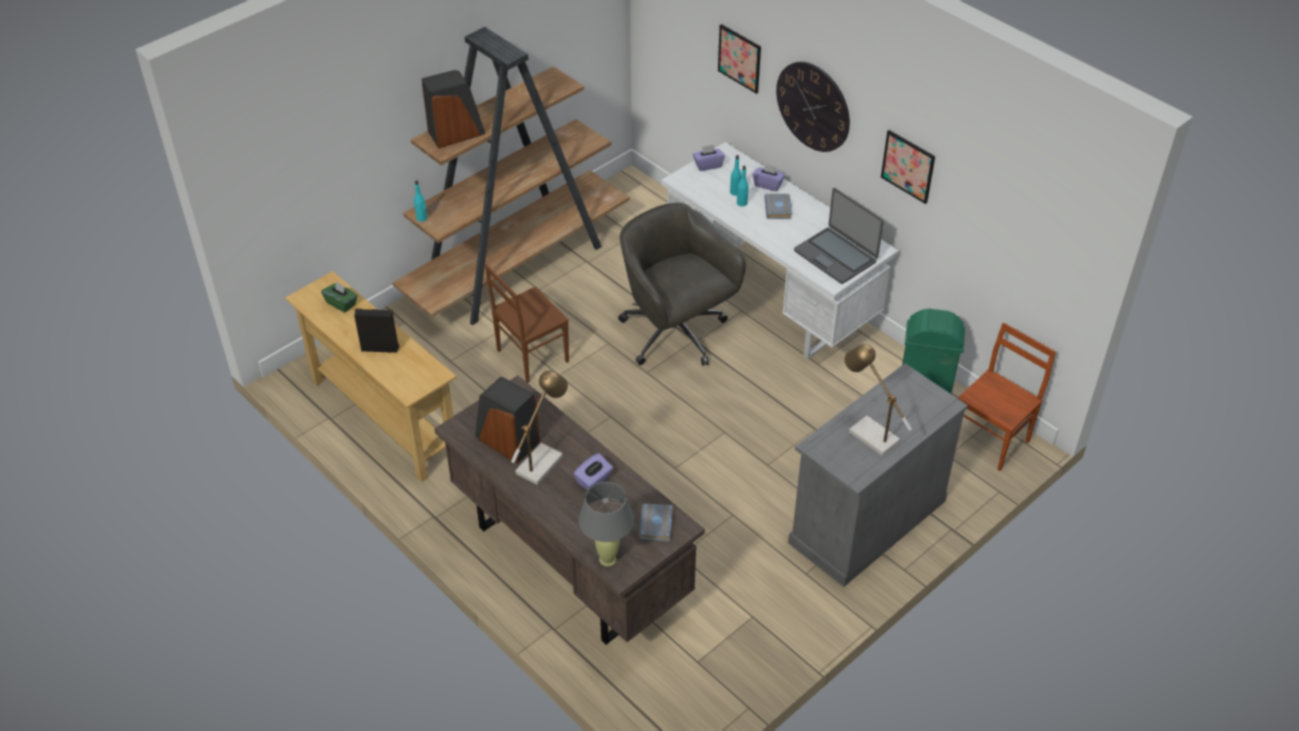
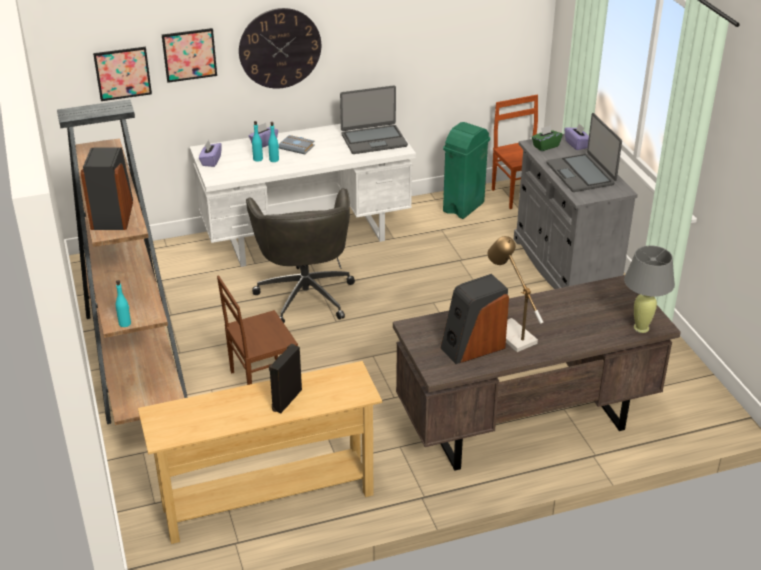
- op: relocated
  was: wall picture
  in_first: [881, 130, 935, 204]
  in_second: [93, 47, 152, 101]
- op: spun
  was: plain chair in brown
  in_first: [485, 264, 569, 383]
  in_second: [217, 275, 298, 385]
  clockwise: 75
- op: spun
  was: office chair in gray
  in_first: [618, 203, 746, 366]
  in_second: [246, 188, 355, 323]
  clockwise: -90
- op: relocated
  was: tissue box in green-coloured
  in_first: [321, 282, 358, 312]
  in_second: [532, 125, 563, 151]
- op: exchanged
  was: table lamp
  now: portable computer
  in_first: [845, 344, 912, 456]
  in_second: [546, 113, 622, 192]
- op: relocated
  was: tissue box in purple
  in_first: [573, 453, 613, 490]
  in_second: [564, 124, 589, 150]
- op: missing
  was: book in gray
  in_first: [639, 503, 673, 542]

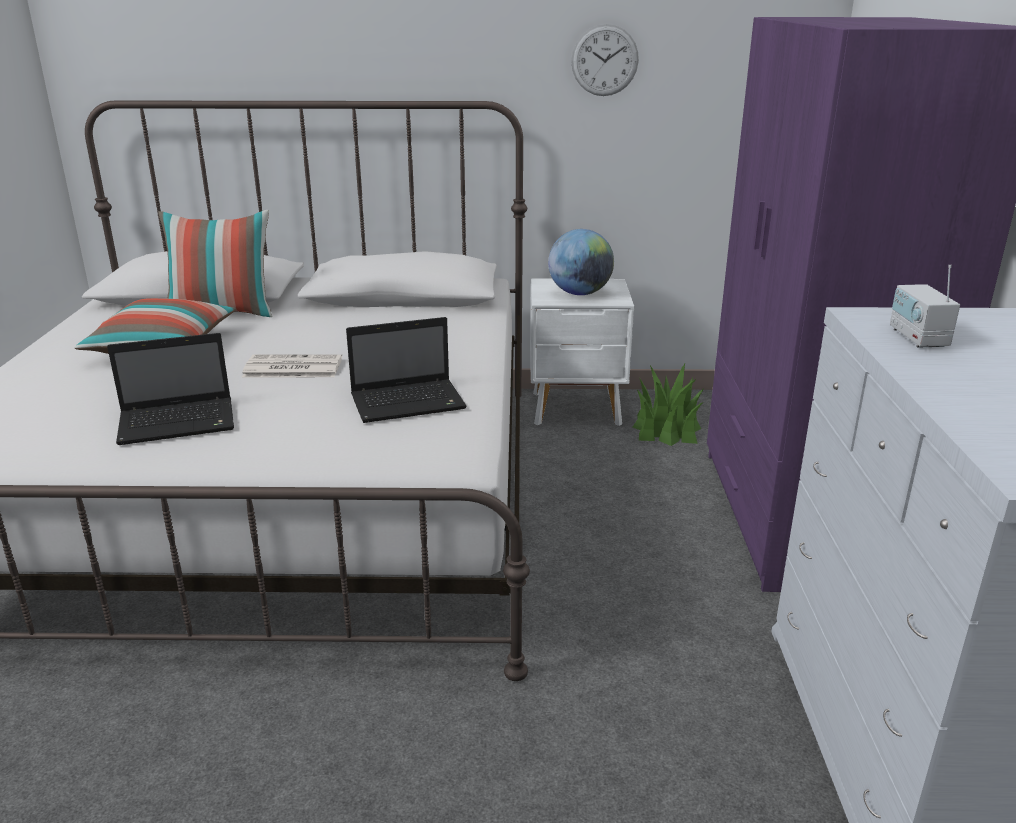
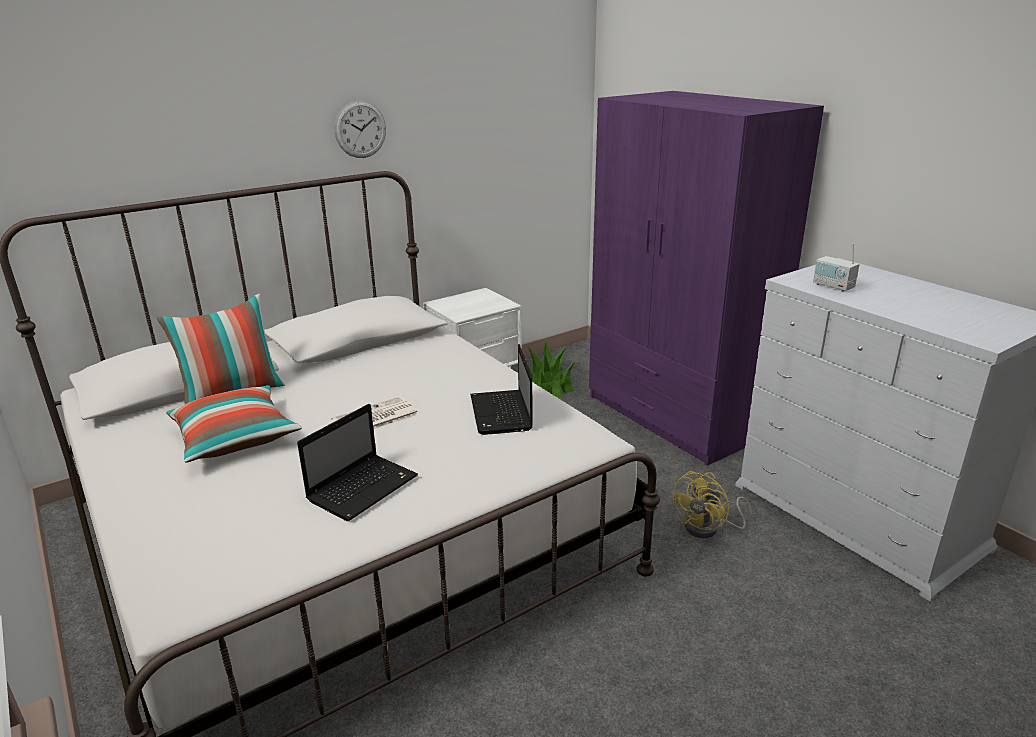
- op: relocated
  was: hanging clock
  in_first: [571, 24, 639, 96]
  in_second: [334, 101, 386, 158]
- op: spun
  was: portable computer
  in_first: [346, 317, 467, 423]
  in_second: [470, 344, 533, 435]
  clockwise: 135
- op: appeared
  now: fan in yellow-coloured
  in_second: [671, 471, 752, 538]
- op: missing
  was: desk globe
  in_first: [548, 229, 614, 295]

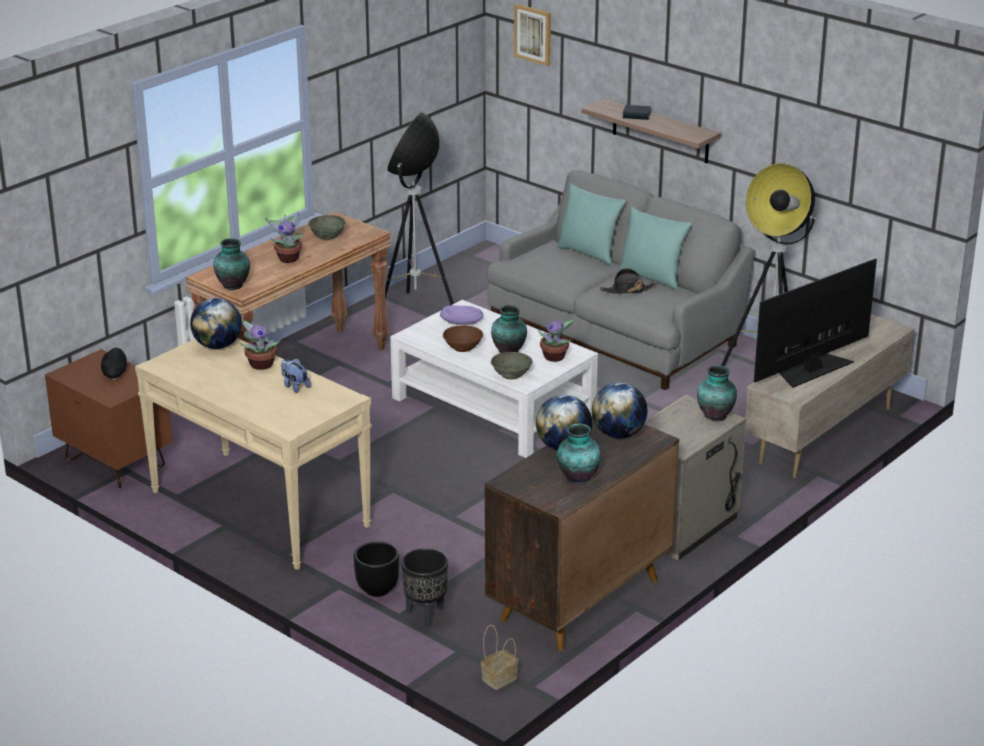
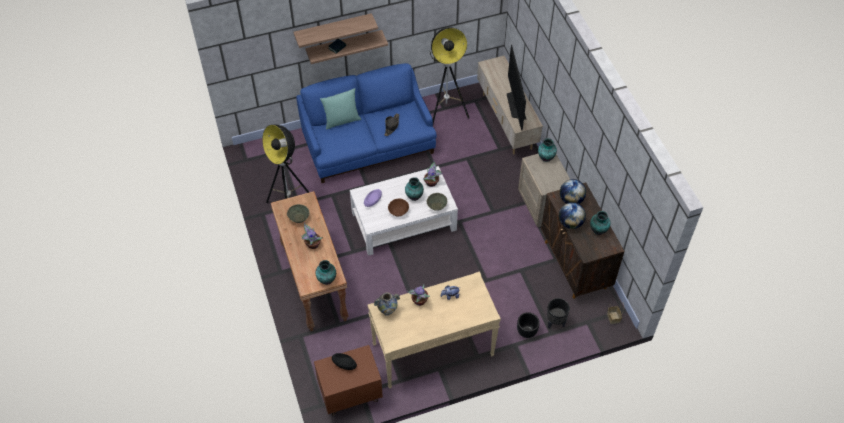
- op: appeared
  now: bracket shelf
  in_second: [293, 13, 378, 48]
- op: colour
  was: couch in gray
  now: couch in bluish
  in_first: [487, 170, 754, 390]
  in_second: [296, 63, 437, 183]
- op: exchanged
  was: desk globe
  now: decorative vase
  in_first: [190, 298, 242, 349]
  in_second: [374, 292, 400, 316]
- op: missing
  was: wall picture
  in_first: [514, 4, 551, 66]
- op: missing
  was: throw pillow in blue-green
  in_first: [618, 207, 692, 290]

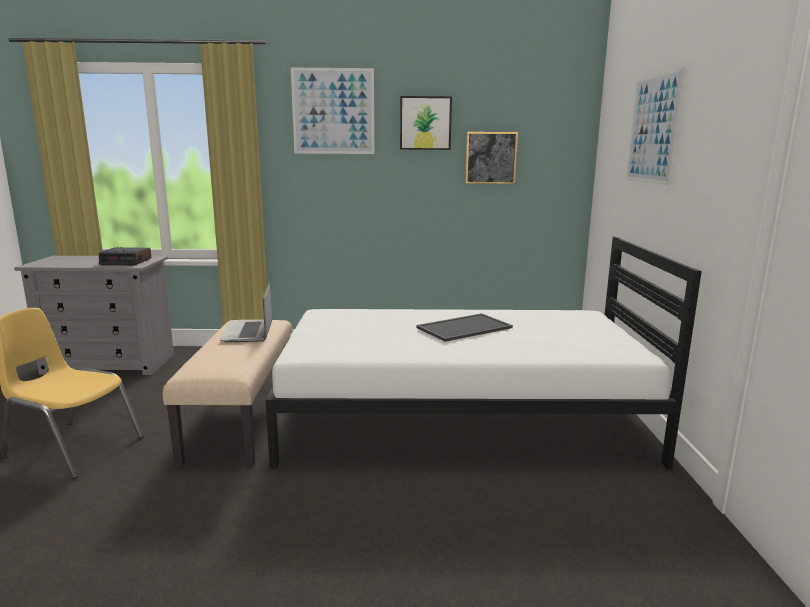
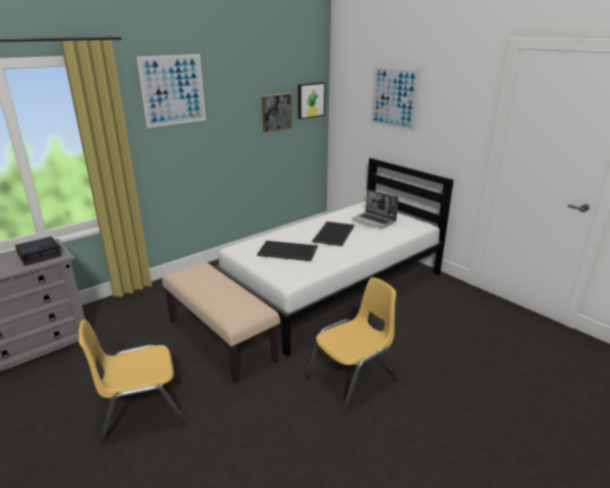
- op: appeared
  now: serving tray
  in_second: [257, 241, 318, 261]
- op: relocated
  was: wall picture
  in_first: [400, 96, 452, 150]
  in_second: [298, 82, 325, 119]
- op: appeared
  now: plain chair in yellow-coloured
  in_second: [305, 277, 398, 412]
- op: relocated
  was: portable computer
  in_first: [220, 283, 272, 342]
  in_second: [352, 189, 398, 228]

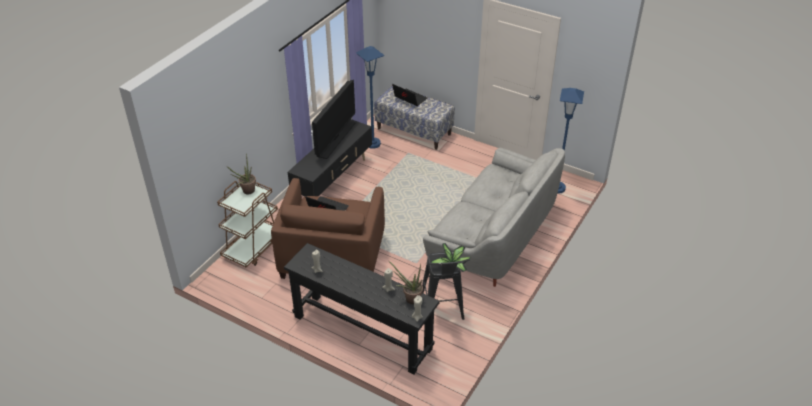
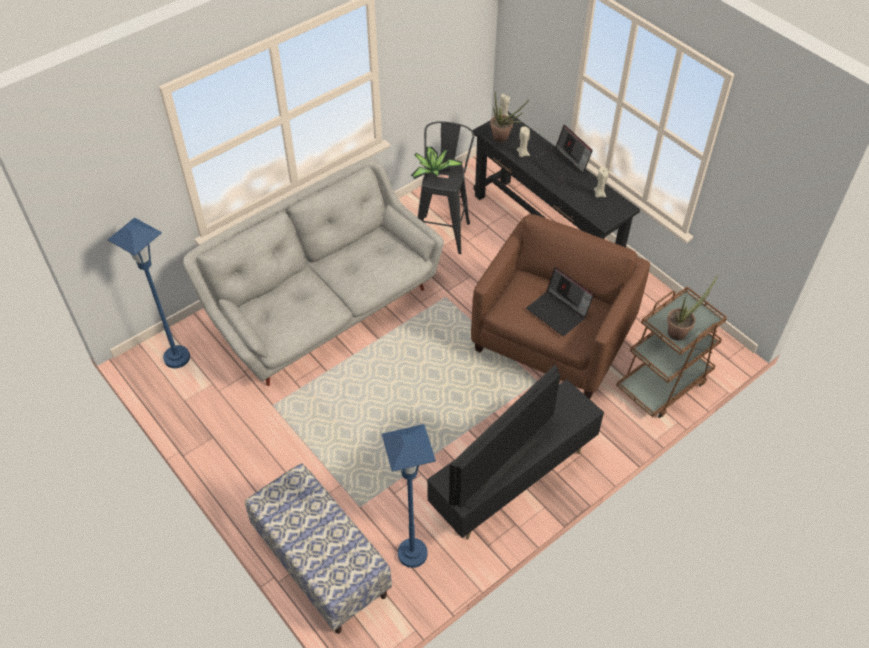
- op: relocated
  was: portable computer
  in_first: [392, 84, 428, 106]
  in_second: [533, 125, 593, 185]

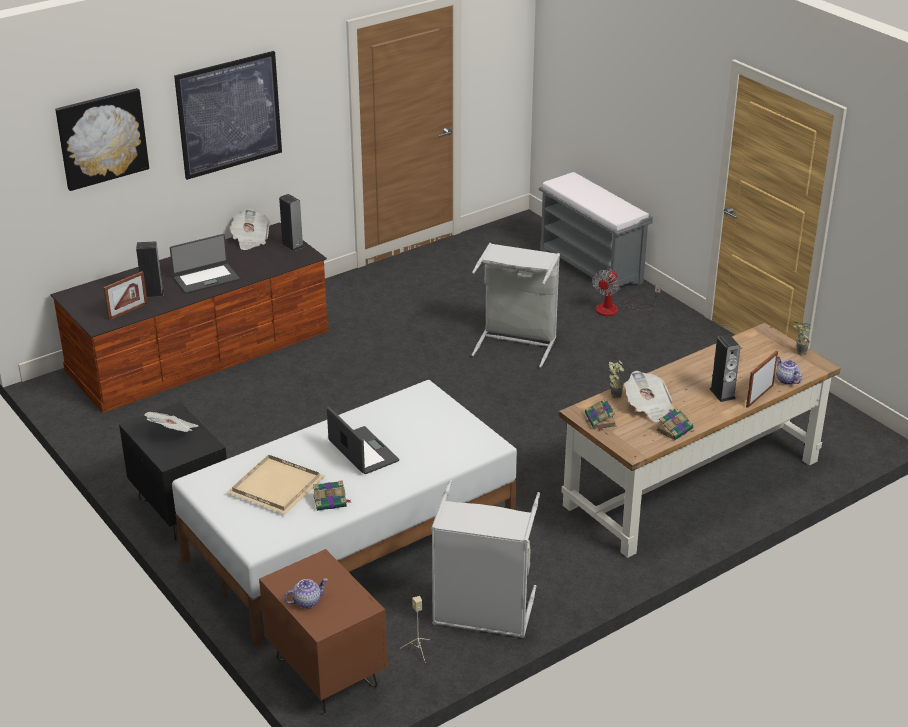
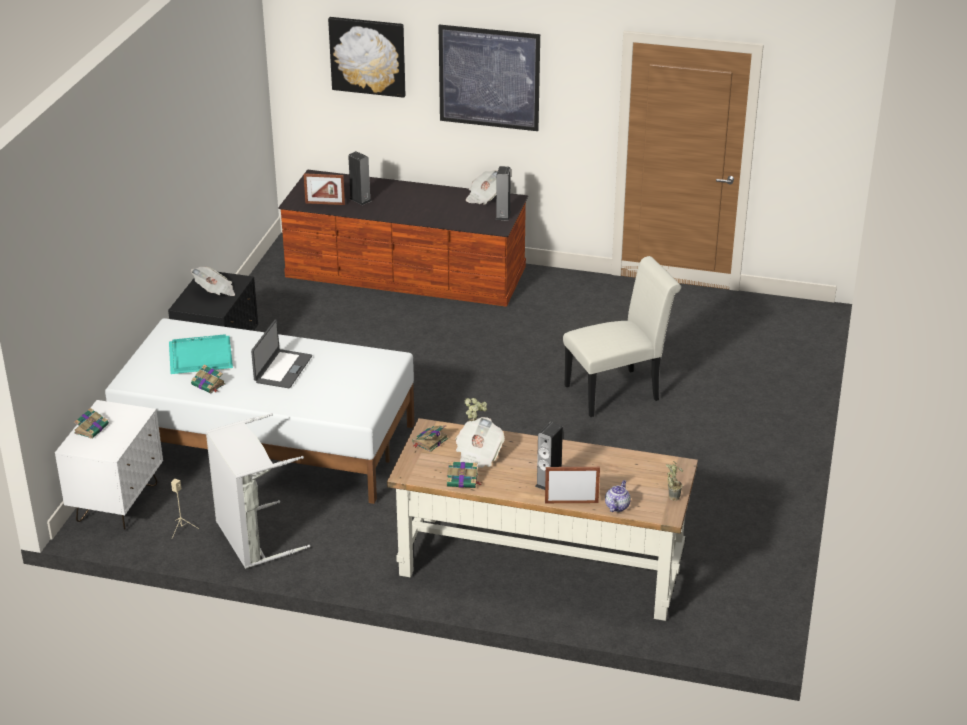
- op: colour
  was: nightstand in brown
  now: nightstand in whitish
  in_first: [259, 549, 387, 713]
  in_second: [55, 400, 163, 530]
- op: exchanged
  was: tea pot
  now: book
  in_first: [284, 578, 328, 608]
  in_second: [74, 408, 109, 439]
- op: colour
  was: serving tray in sand-coloured
  now: serving tray in blue-green
  in_first: [227, 455, 325, 514]
  in_second: [169, 334, 233, 374]
- op: exchanged
  was: hamper in gray
  now: plain chair in whitish
  in_first: [472, 243, 560, 368]
  in_second: [563, 256, 681, 417]
- op: missing
  was: portable computer
  in_first: [170, 234, 240, 294]
- op: missing
  was: bench in gray
  in_first: [539, 172, 653, 295]
- op: missing
  was: fan
  in_first: [592, 270, 661, 316]

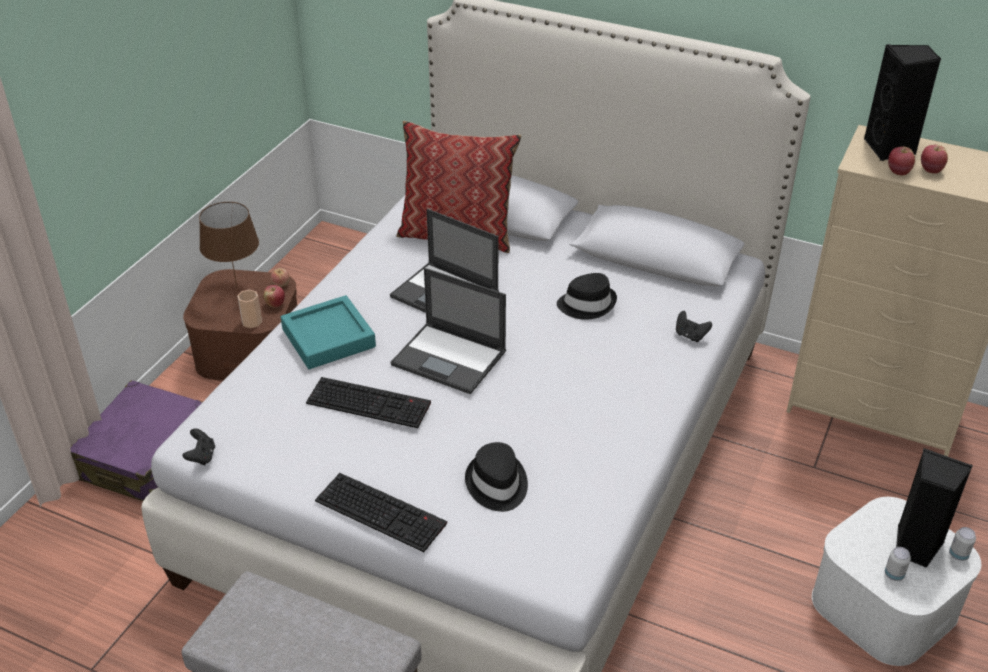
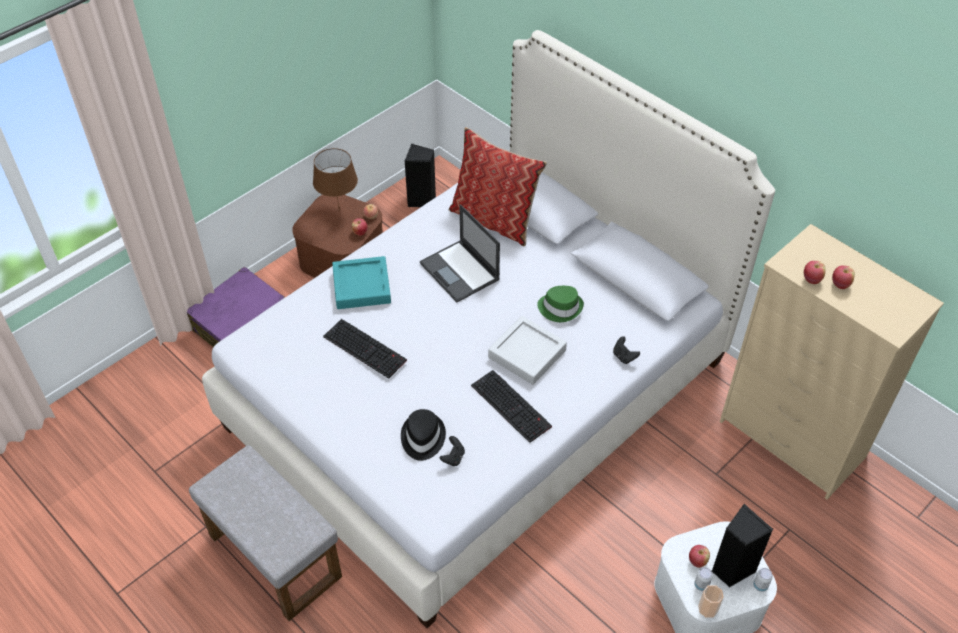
- op: relocated
  was: speaker in black
  in_first: [864, 44, 941, 161]
  in_second: [405, 144, 436, 207]
- op: relocated
  was: gamepad in black
  in_first: [183, 428, 215, 465]
  in_second: [440, 436, 465, 466]
- op: relocated
  was: computer keyboard
  in_first: [315, 473, 447, 552]
  in_second: [471, 370, 552, 443]
- op: appeared
  now: serving tray in gray
  in_second: [488, 316, 567, 385]
- op: colour
  was: wearable hat in black
  now: wearable hat in green-coloured
  in_first: [557, 273, 617, 320]
  in_second: [537, 286, 584, 322]
- op: appeared
  now: apple
  in_second: [689, 545, 710, 568]
- op: relocated
  was: small cup
  in_first: [237, 290, 262, 328]
  in_second: [698, 585, 724, 618]
- op: missing
  was: portable computer
  in_first: [390, 268, 506, 394]

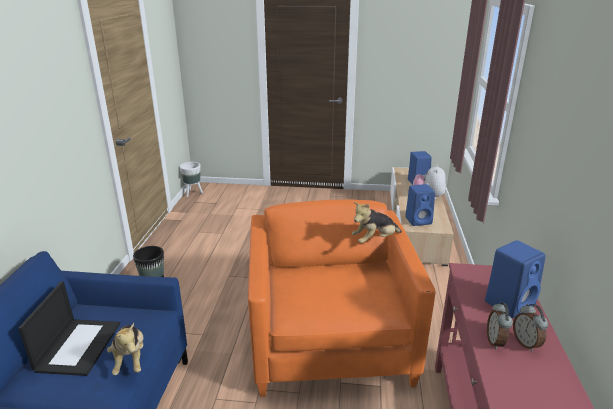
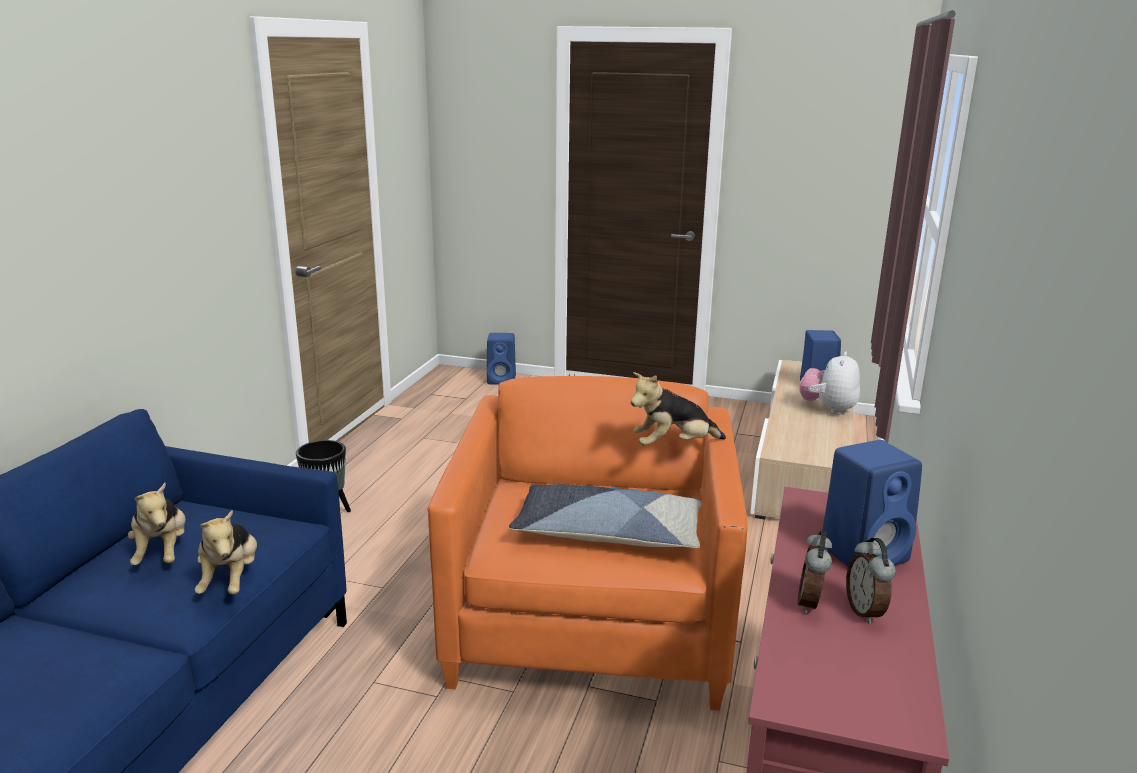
- op: exchanged
  was: portable computer
  now: cuddly toy
  in_first: [18, 281, 120, 376]
  in_second: [128, 483, 186, 565]
- op: relocated
  was: speaker in bluish
  in_first: [405, 184, 435, 226]
  in_second: [487, 333, 516, 384]
- op: appeared
  now: throw pillow
  in_second: [509, 484, 702, 548]
- op: missing
  was: plant pot in whitish
  in_first: [180, 162, 203, 197]

